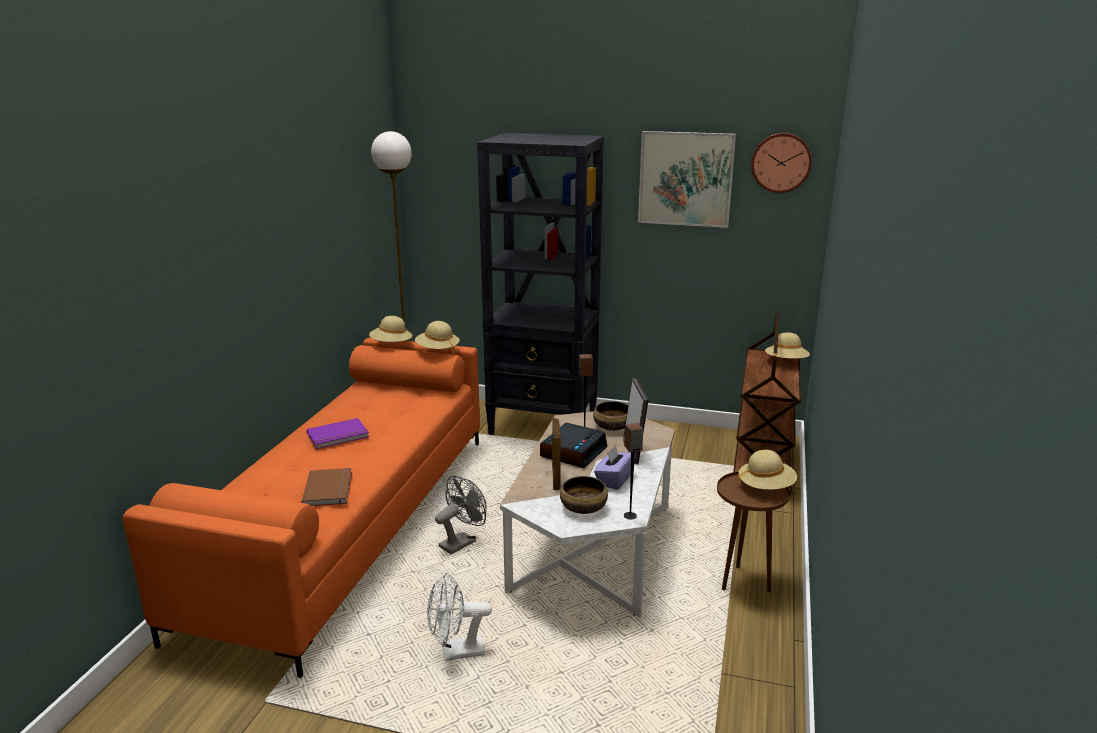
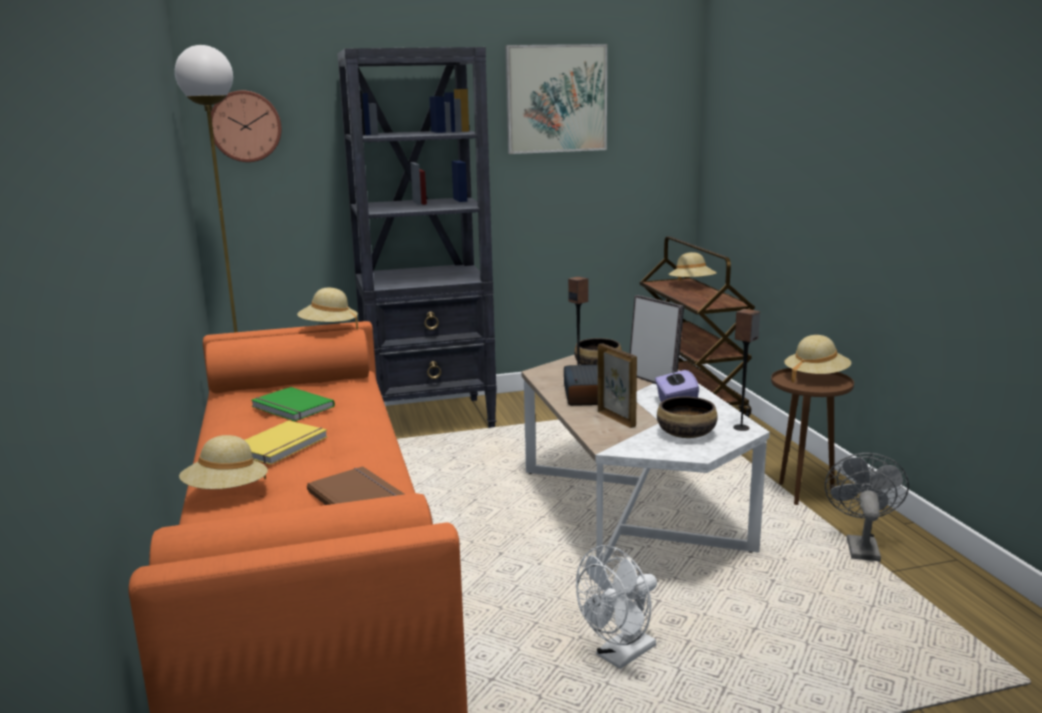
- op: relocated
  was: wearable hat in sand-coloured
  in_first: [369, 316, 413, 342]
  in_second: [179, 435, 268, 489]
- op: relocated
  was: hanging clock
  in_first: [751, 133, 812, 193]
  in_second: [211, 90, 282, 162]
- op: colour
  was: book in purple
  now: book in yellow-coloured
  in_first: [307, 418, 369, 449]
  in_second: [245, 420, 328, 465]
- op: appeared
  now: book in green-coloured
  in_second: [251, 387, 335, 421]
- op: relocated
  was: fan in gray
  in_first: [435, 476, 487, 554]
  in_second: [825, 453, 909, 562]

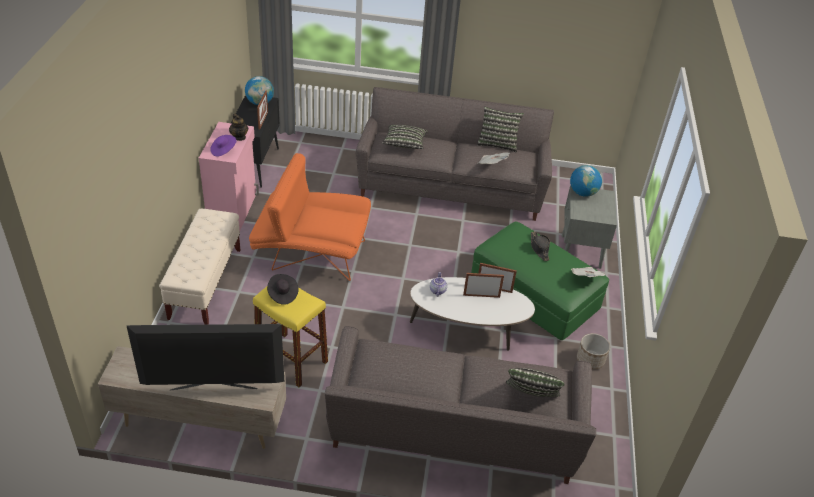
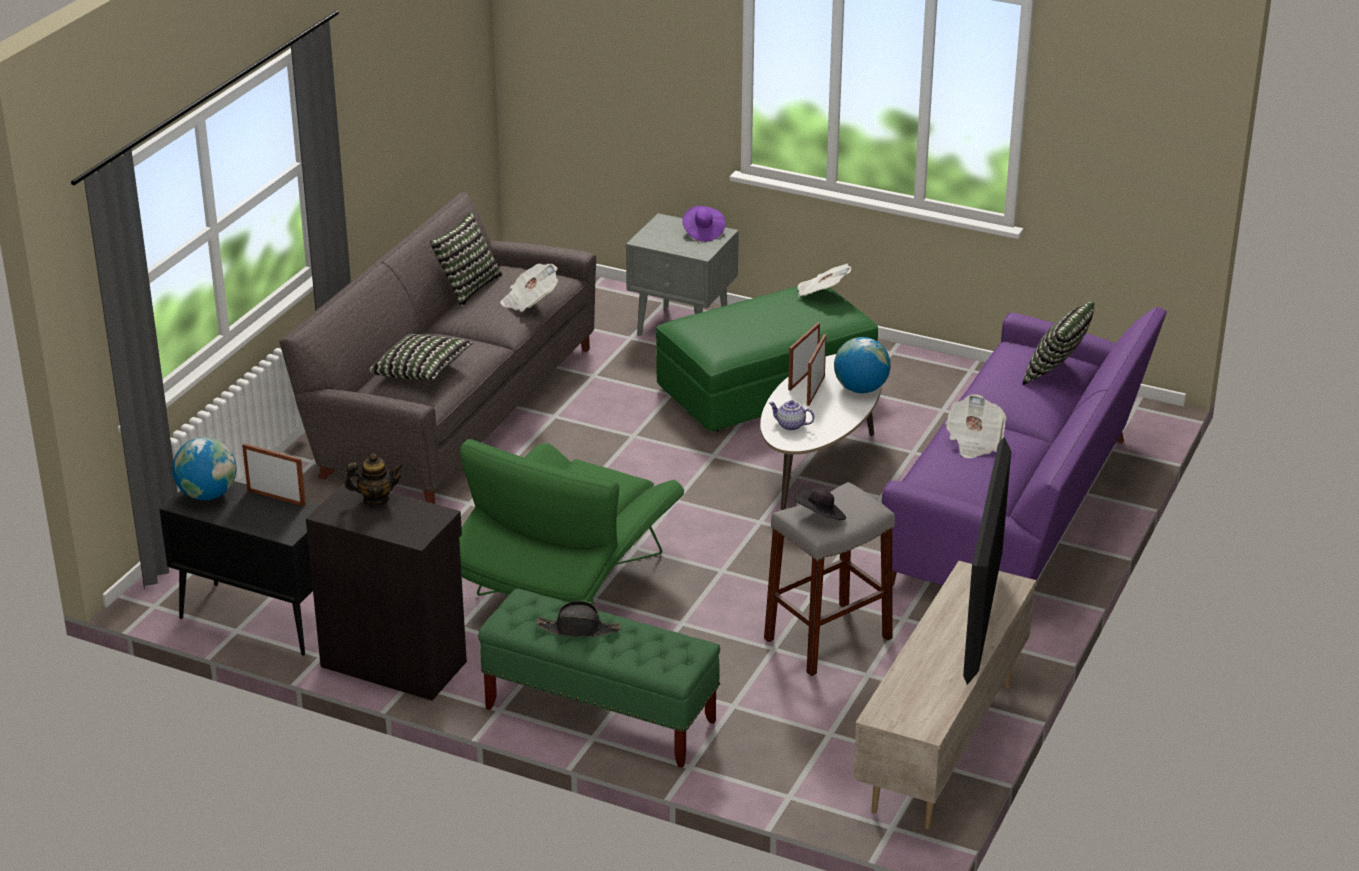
- op: colour
  was: cabinet in pink-coloured
  now: cabinet in black
  in_first: [199, 122, 259, 231]
  in_second: [306, 482, 467, 701]
- op: colour
  was: armchair in orange
  now: armchair in green-coloured
  in_first: [249, 153, 371, 281]
  in_second: [459, 439, 685, 605]
- op: colour
  was: bench in sand-coloured
  now: bench in green-coloured
  in_first: [159, 209, 240, 325]
  in_second: [478, 588, 720, 768]
- op: relocated
  was: wearable hat in black
  in_first: [531, 231, 550, 261]
  in_second: [536, 601, 621, 636]
- op: relocated
  was: wearable hat in purple
  in_first: [210, 135, 237, 156]
  in_second: [682, 206, 725, 242]
- op: colour
  was: stool in yellow-coloured
  now: stool in gray
  in_first: [253, 287, 328, 387]
  in_second: [764, 482, 895, 676]
- op: relocated
  was: desk globe
  in_first: [570, 165, 602, 197]
  in_second: [834, 337, 891, 393]
- op: colour
  was: couch in gray
  now: couch in purple
  in_first: [325, 326, 596, 484]
  in_second: [882, 307, 1167, 587]
- op: appeared
  now: newspaper
  in_second: [945, 394, 1006, 458]
- op: missing
  was: plant pot
  in_first: [577, 333, 610, 370]

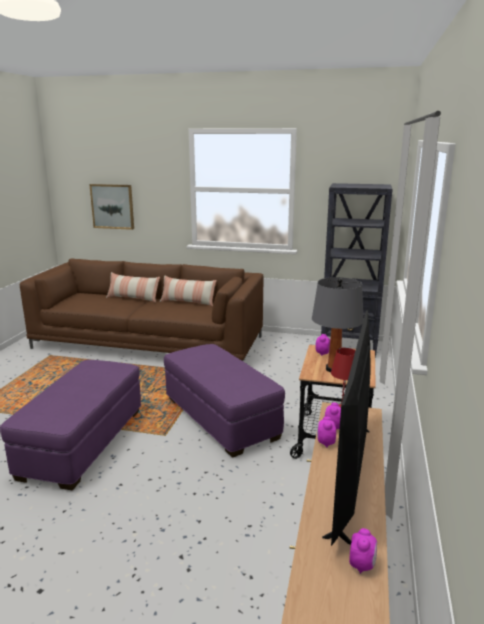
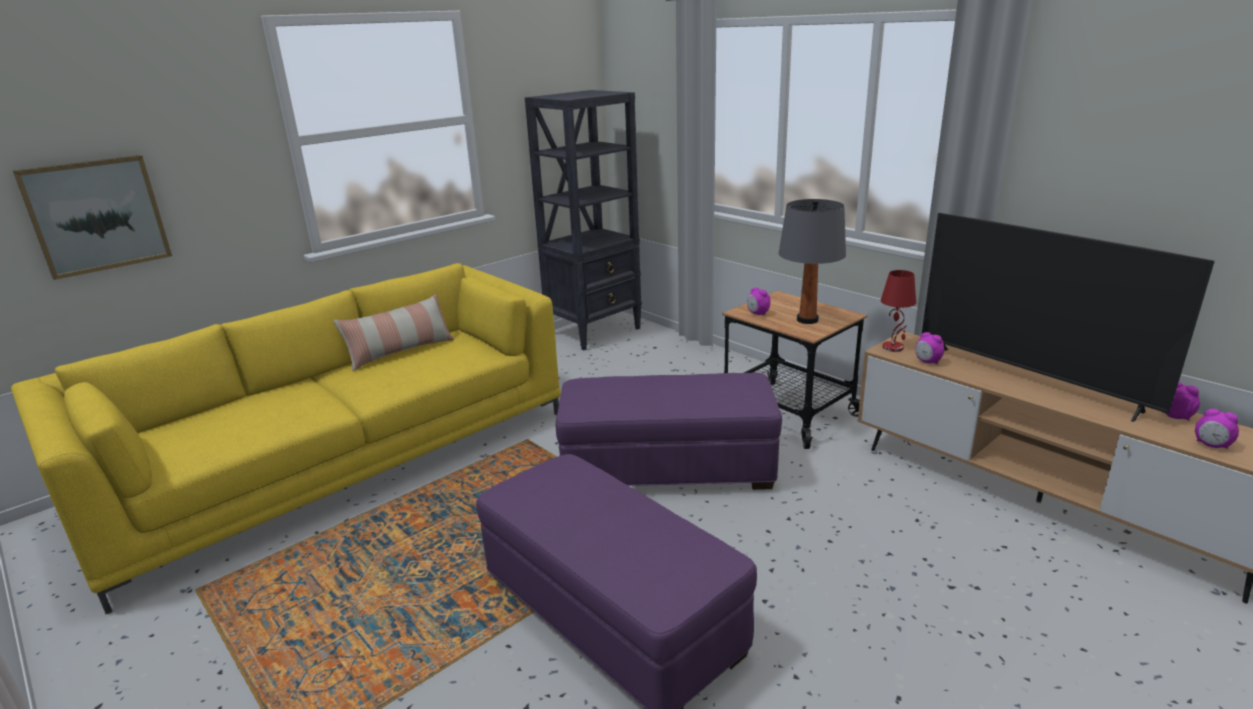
- op: colour
  was: couch in brown
  now: couch in yellow-coloured
  in_first: [20, 258, 264, 361]
  in_second: [11, 263, 561, 614]
- op: relocated
  was: table clock
  in_first: [317, 417, 336, 448]
  in_second: [1195, 409, 1239, 449]
- op: missing
  was: throw pillow
  in_first: [106, 272, 160, 303]

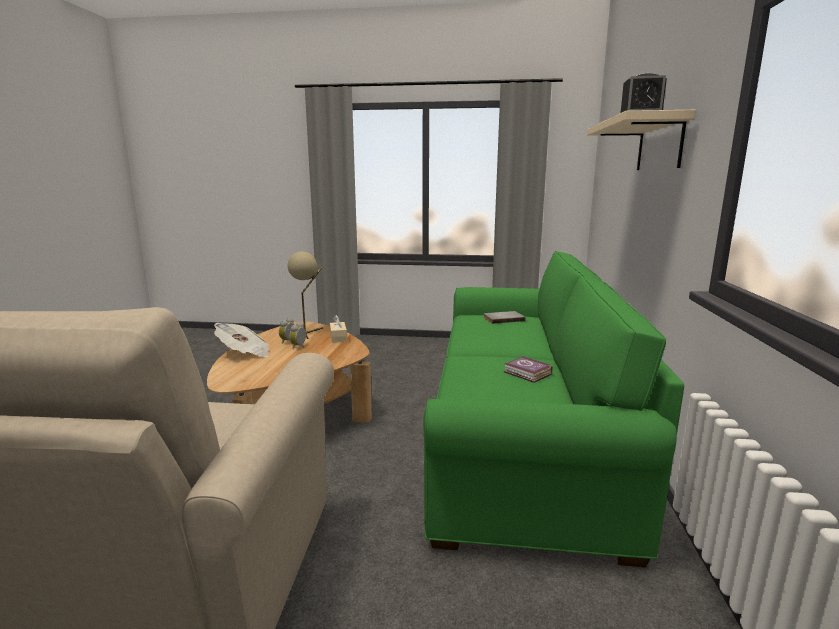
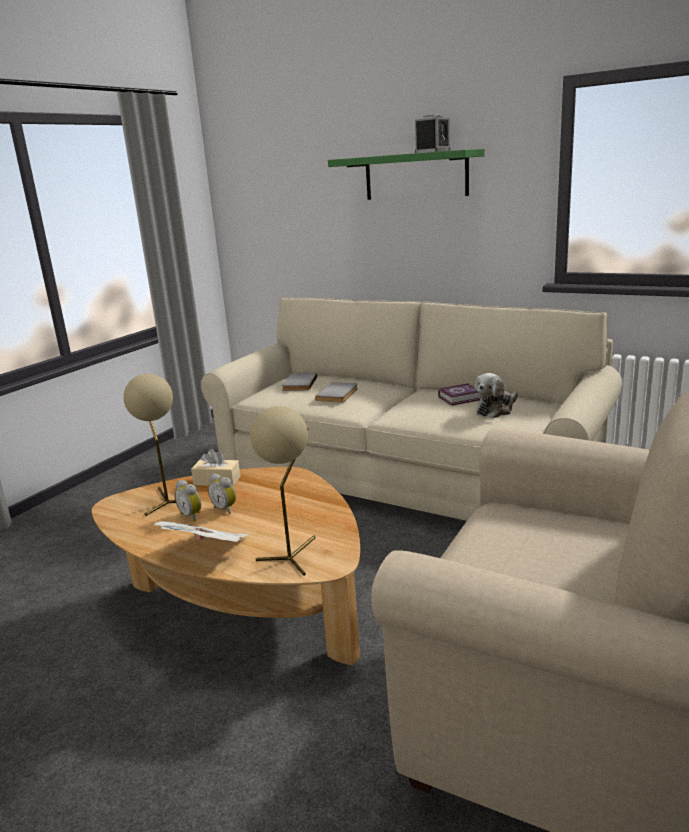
- op: colour
  was: couch in green-coloured
  now: couch in sand-coloured
  in_first: [423, 251, 684, 567]
  in_second: [201, 297, 622, 521]
- op: appeared
  now: table lamp in sand-coloured
  in_second: [250, 406, 316, 576]
- op: appeared
  now: book in gray
  in_second: [315, 382, 358, 403]
- op: colour
  was: bracket shelf in sand-coloured
  now: bracket shelf in green-coloured
  in_first: [587, 110, 696, 170]
  in_second: [328, 149, 485, 200]
- op: appeared
  now: cuddly toy
  in_second: [474, 373, 518, 418]

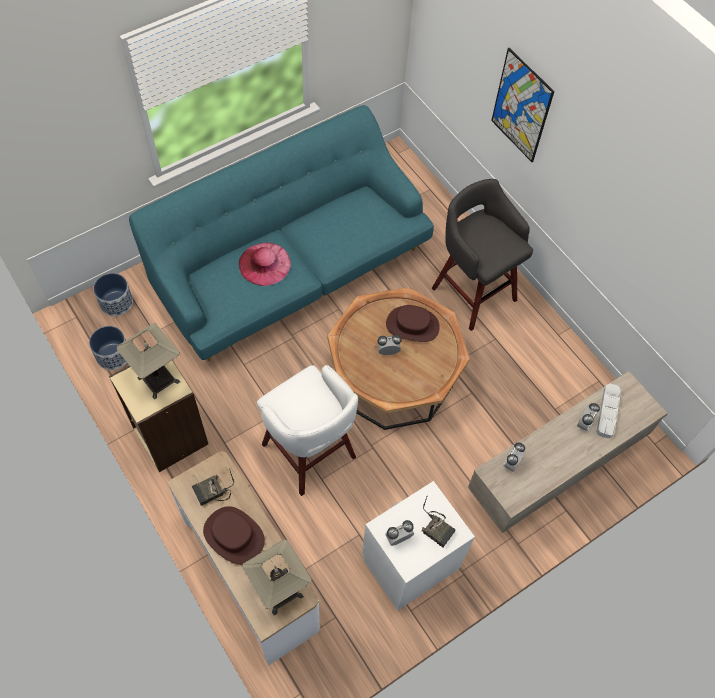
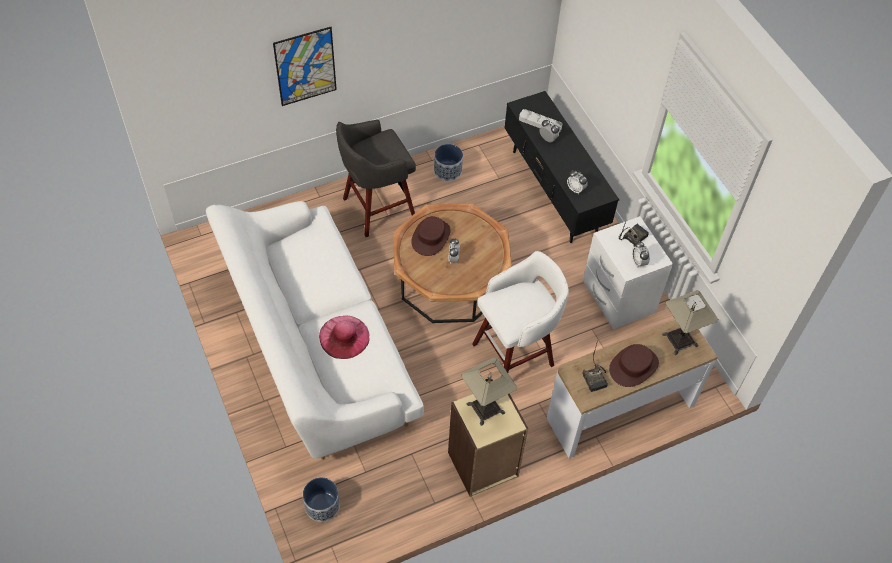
- op: colour
  was: couch in blue-green
  now: couch in whitish
  in_first: [129, 105, 434, 361]
  in_second: [206, 201, 424, 460]
- op: relocated
  was: plant pot
  in_first: [89, 326, 127, 370]
  in_second: [434, 144, 463, 181]
- op: colour
  was: tv unit in sand-coloured
  now: tv unit in black
  in_first: [468, 371, 667, 533]
  in_second: [505, 91, 619, 243]

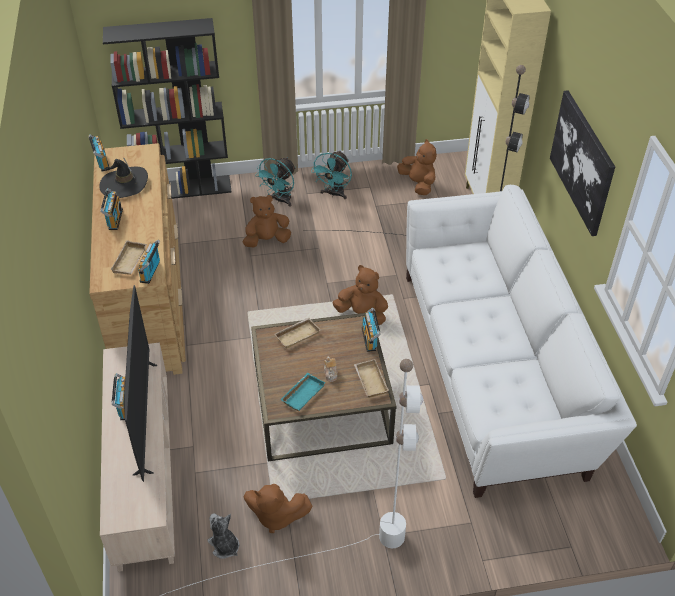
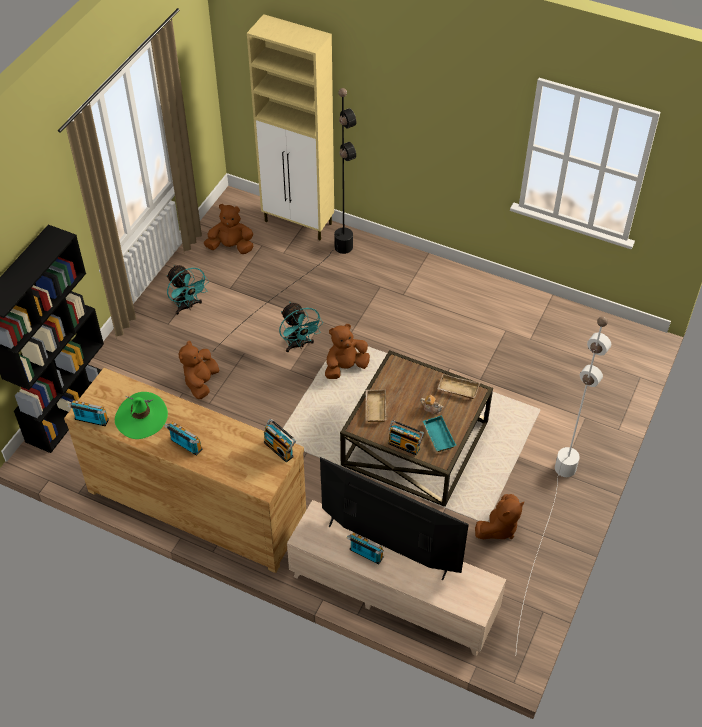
- op: colour
  was: wearable hat in black
  now: wearable hat in green-coloured
  in_first: [99, 158, 148, 198]
  in_second: [115, 392, 168, 439]
- op: relocated
  was: fan in blue-green
  in_first: [255, 157, 296, 207]
  in_second: [279, 302, 323, 352]
- op: relocated
  was: radio set
  in_first: [362, 308, 381, 352]
  in_second: [388, 420, 424, 455]
- op: missing
  was: serving tray in sand-coloured
  in_first: [110, 240, 147, 275]
- op: missing
  was: cuddly toy
  in_first: [207, 513, 239, 559]
- op: missing
  was: couch in whitish
  in_first: [406, 185, 637, 498]
- op: missing
  was: wall picture
  in_first: [550, 90, 615, 236]

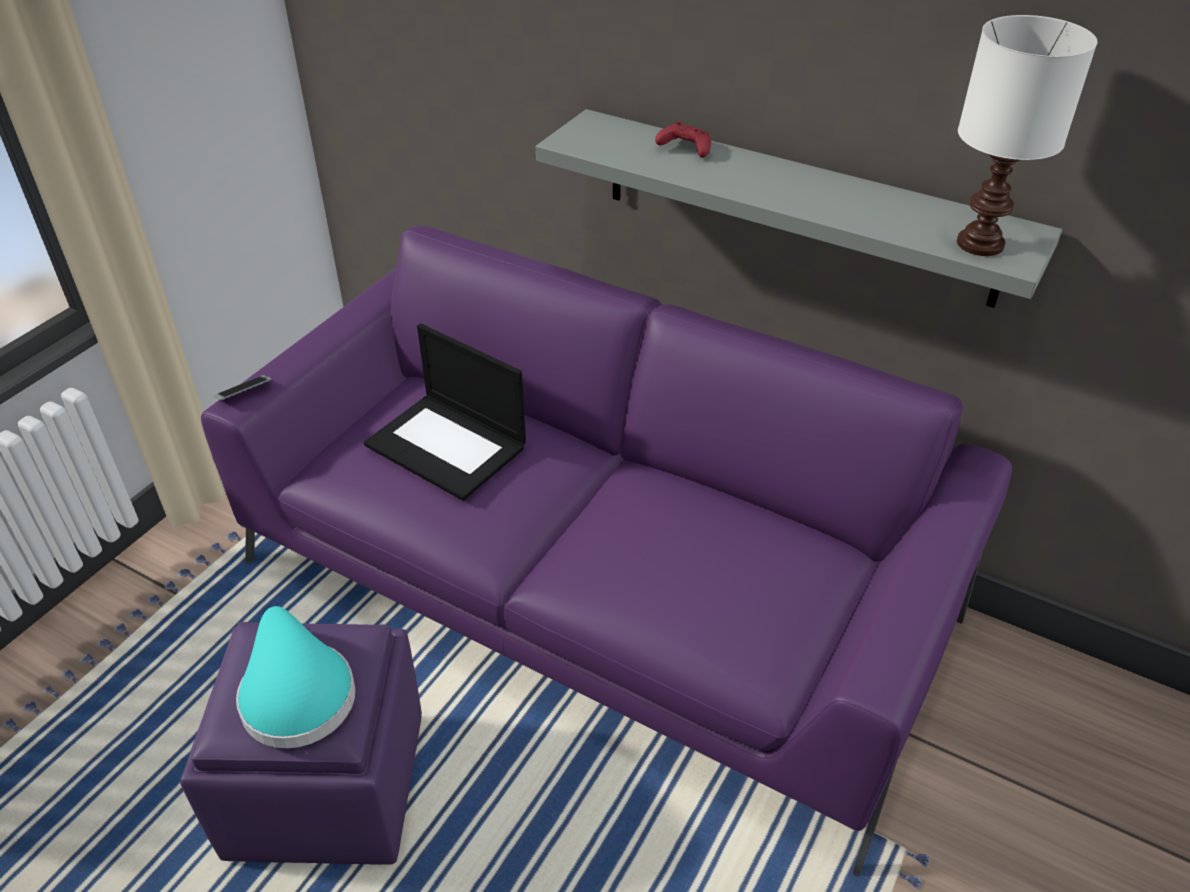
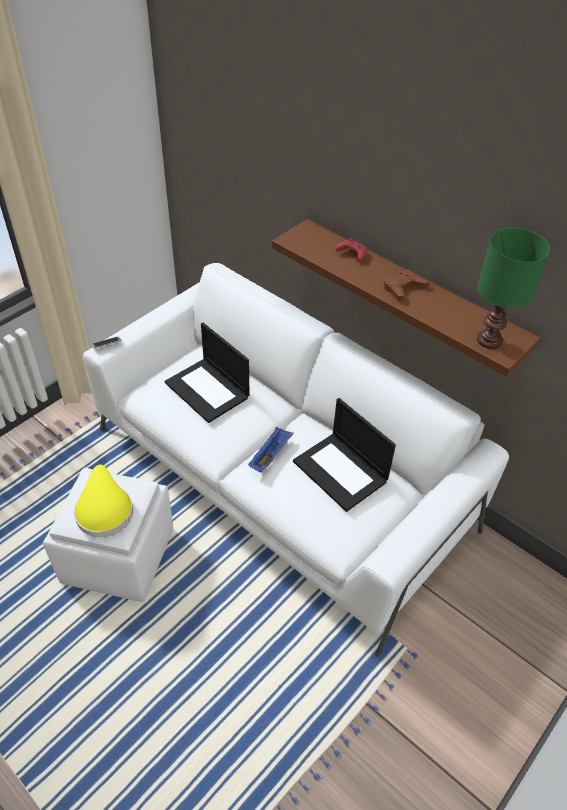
- op: colour
  was: ottoman in purple
  now: ottoman in whitish
  in_first: [180, 622, 422, 865]
  in_second: [43, 468, 173, 602]
- op: colour
  was: wearable hat in blue-green
  now: wearable hat in yellow-coloured
  in_first: [236, 606, 355, 748]
  in_second: [74, 465, 133, 537]
- op: colour
  was: couch in purple
  now: couch in whitish
  in_first: [201, 226, 1012, 877]
  in_second: [83, 263, 509, 657]
- op: appeared
  now: serving tray in bluish
  in_second: [248, 427, 294, 473]
- op: colour
  was: bracket shelf in gray
  now: bracket shelf in brown
  in_first: [536, 109, 1062, 308]
  in_second: [272, 219, 540, 377]
- op: appeared
  now: portable computer
  in_second: [293, 398, 396, 512]
- op: appeared
  now: gamepad in brown
  in_second: [384, 269, 429, 300]
- op: colour
  was: table lamp in whitish
  now: table lamp in green-coloured
  in_first: [957, 15, 1097, 256]
  in_second: [477, 228, 550, 349]

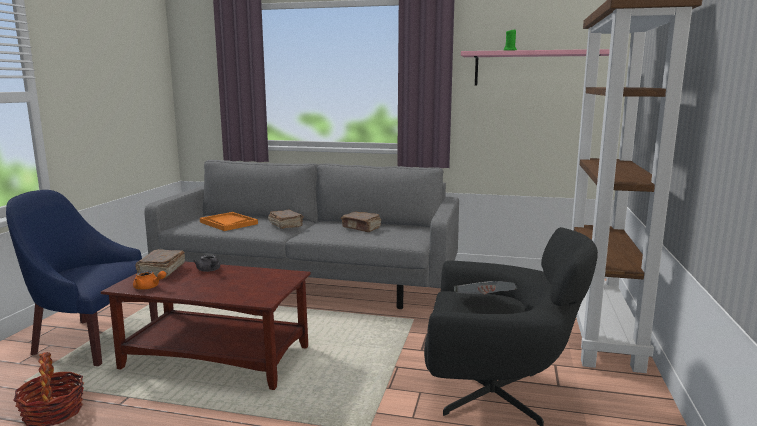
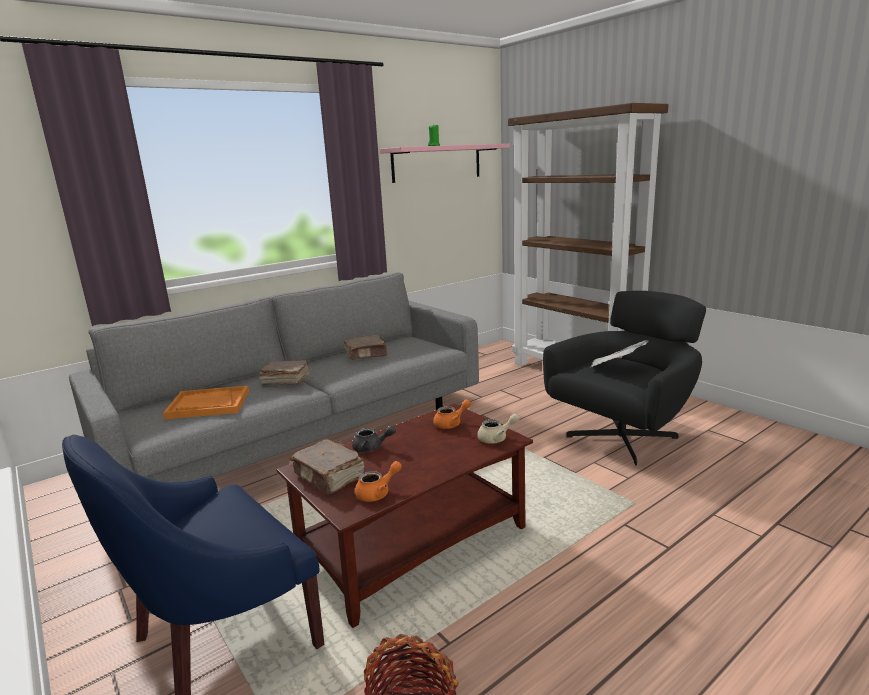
- op: appeared
  now: tea pot in orange
  in_second: [433, 399, 471, 429]
- op: appeared
  now: tea pot in sand-coloured
  in_second: [477, 414, 520, 444]

